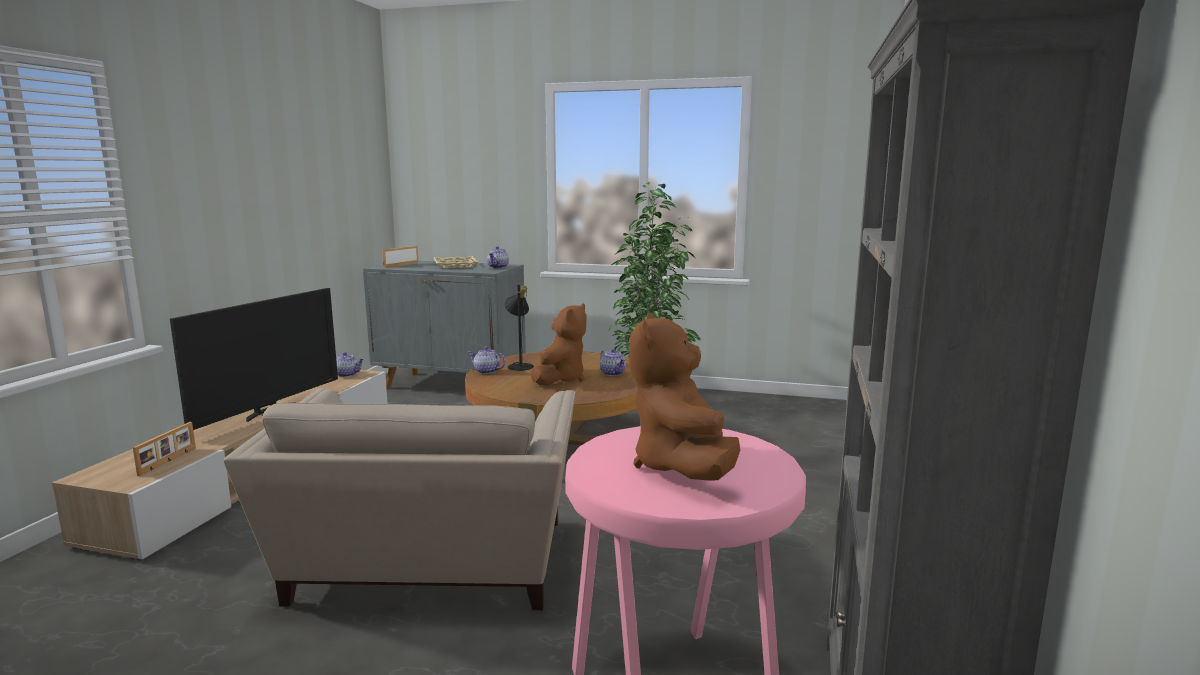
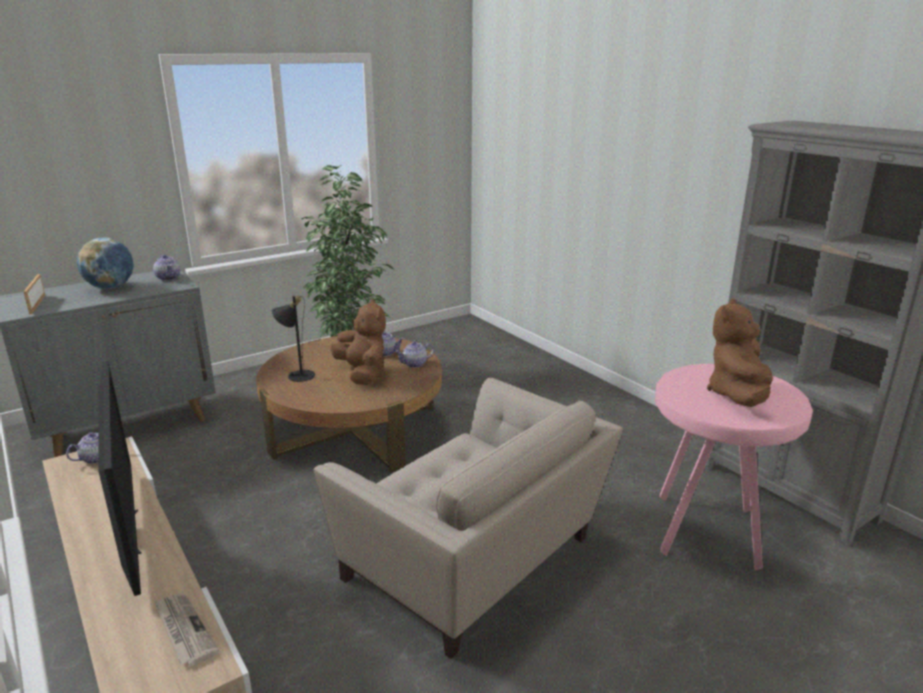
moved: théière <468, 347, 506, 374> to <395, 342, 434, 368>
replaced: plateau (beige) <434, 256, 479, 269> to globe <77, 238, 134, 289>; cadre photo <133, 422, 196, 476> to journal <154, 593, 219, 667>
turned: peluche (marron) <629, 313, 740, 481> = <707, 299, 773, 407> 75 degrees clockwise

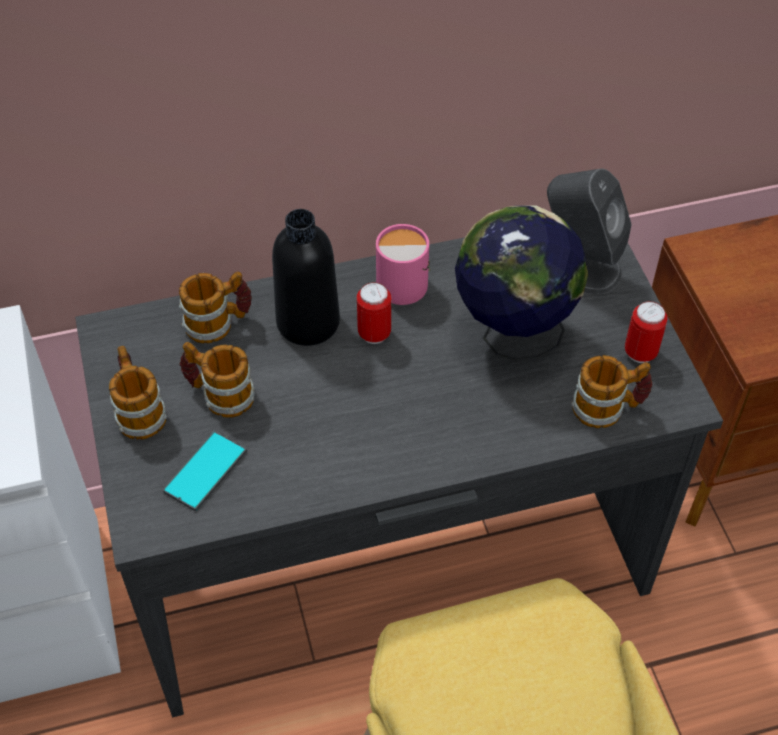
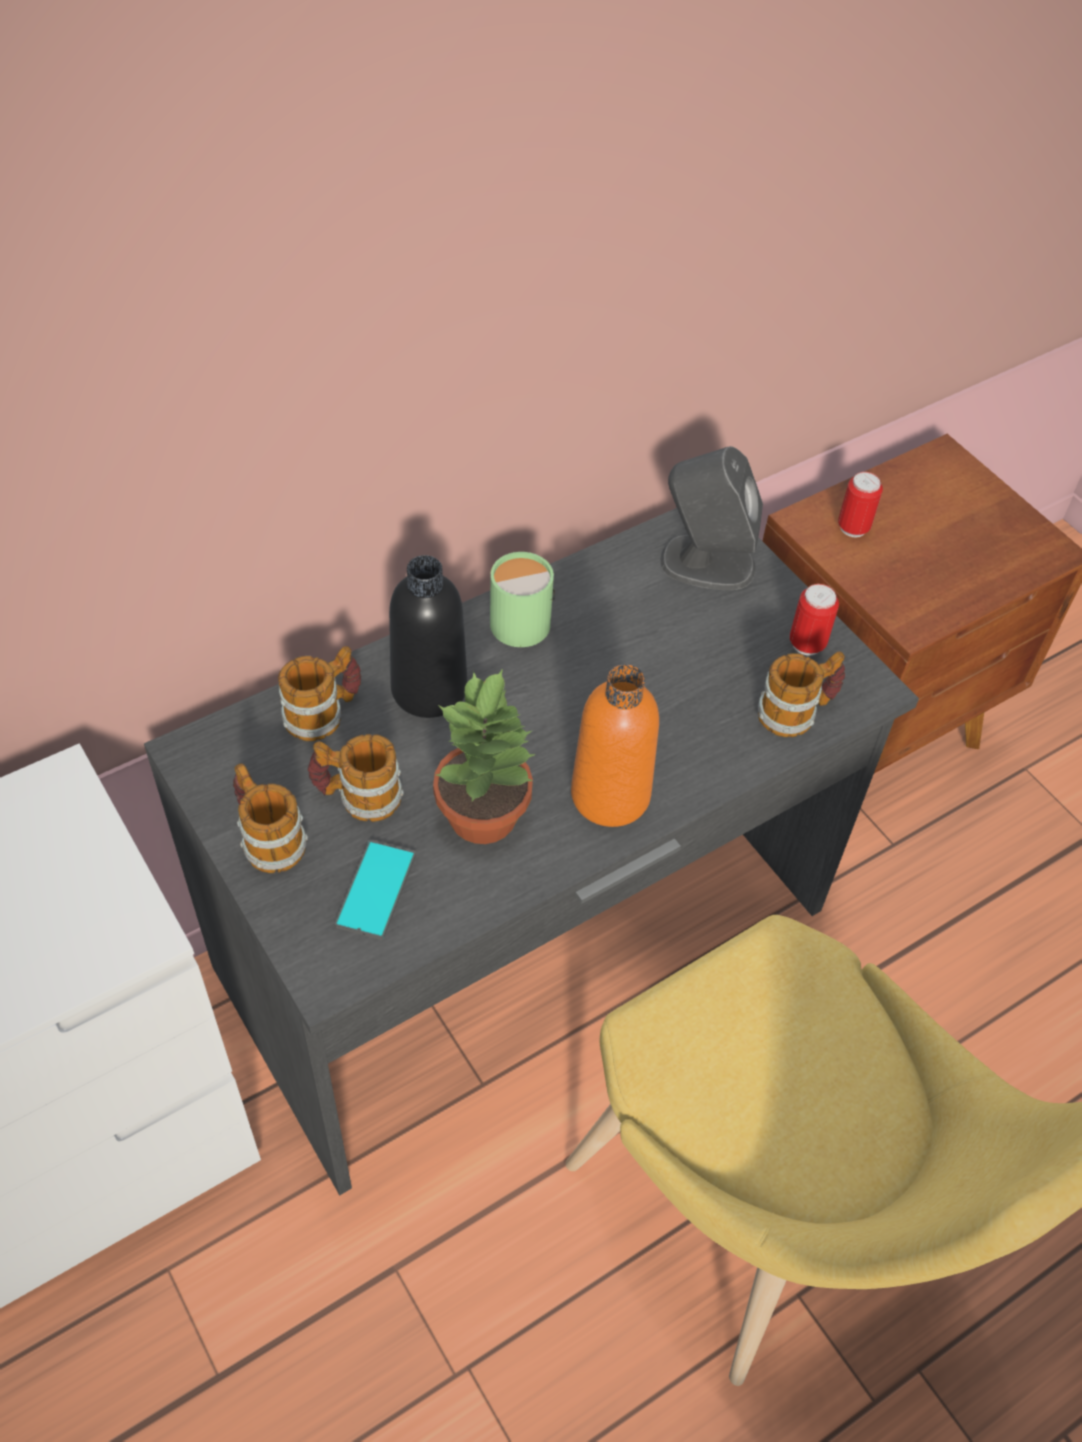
removed: globe <455, 206, 588, 361>
added: plante en pot <433, 668, 536, 844>; bouteille (orange) <571, 664, 659, 827>
moved: boîte métallique <357, 282, 391, 344> to <838, 472, 883, 537>
recoloured: mug (rose) <376, 224, 430, 305> to mug (vert) <490, 552, 555, 647>

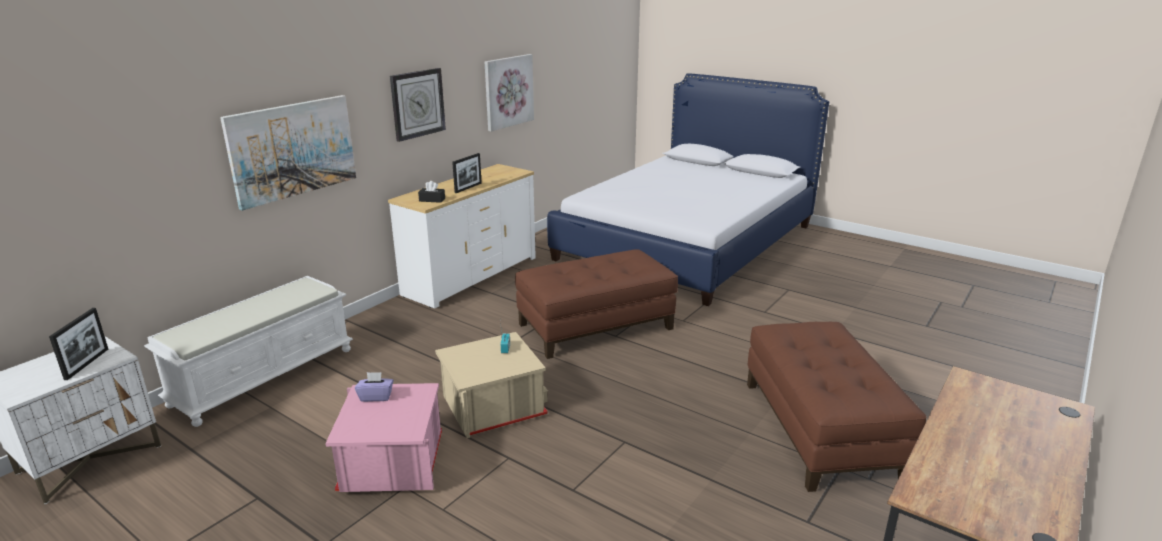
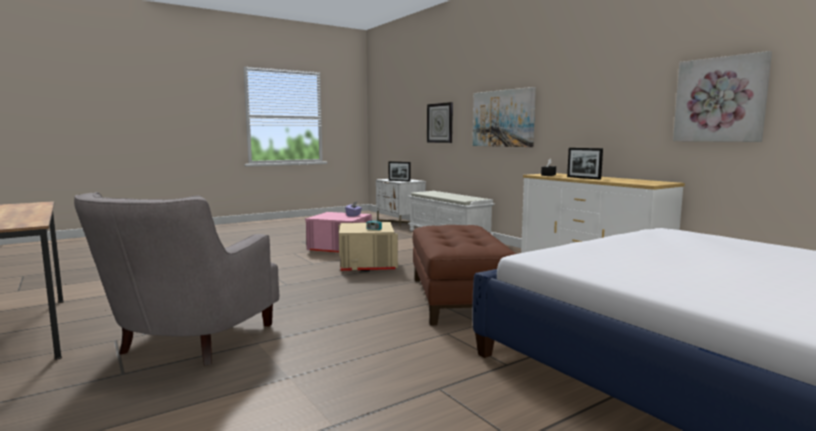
moved: horloge murale <390, 68, 446, 142> to <427, 102, 453, 143>
replaced: pouf (marron) <747, 322, 927, 492> to fauteuil (gris) <74, 192, 279, 365>

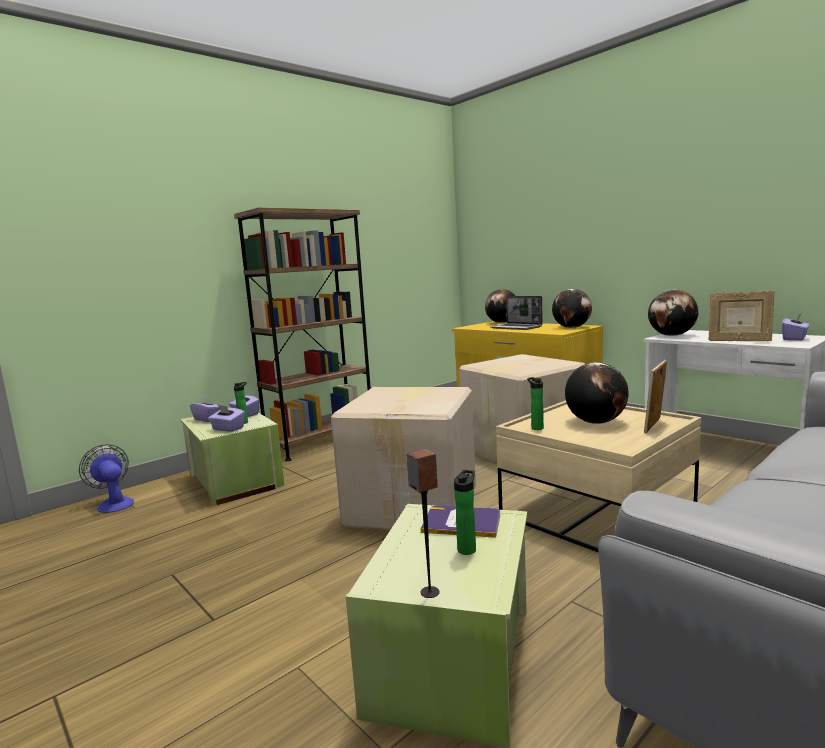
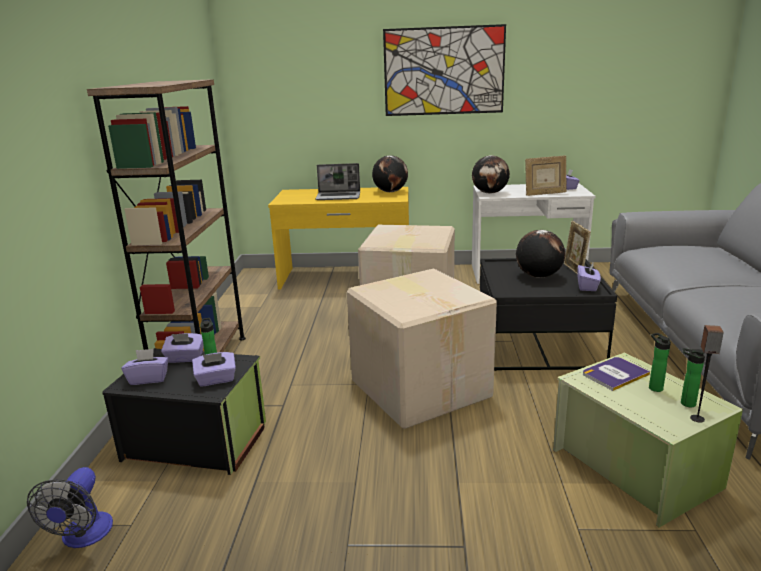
removed: globe <485, 289, 515, 323>
added: tableau <383, 24, 506, 116>; boîte à mouchoirs (violet) <577, 263, 601, 291>
moved: bouteille <527, 377, 544, 430> to <681, 348, 705, 407>
recoloured: boîte de rangement (vert) <180, 412, 284, 506> to boîte de rangement (noir) <102, 348, 266, 475>; table basse (beige) <496, 400, 701, 552> to table basse (noir) <480, 258, 617, 371>
turned: ventilateur <79, 444, 134, 513> = <27, 467, 113, 548> 90 degrees counterclockwise

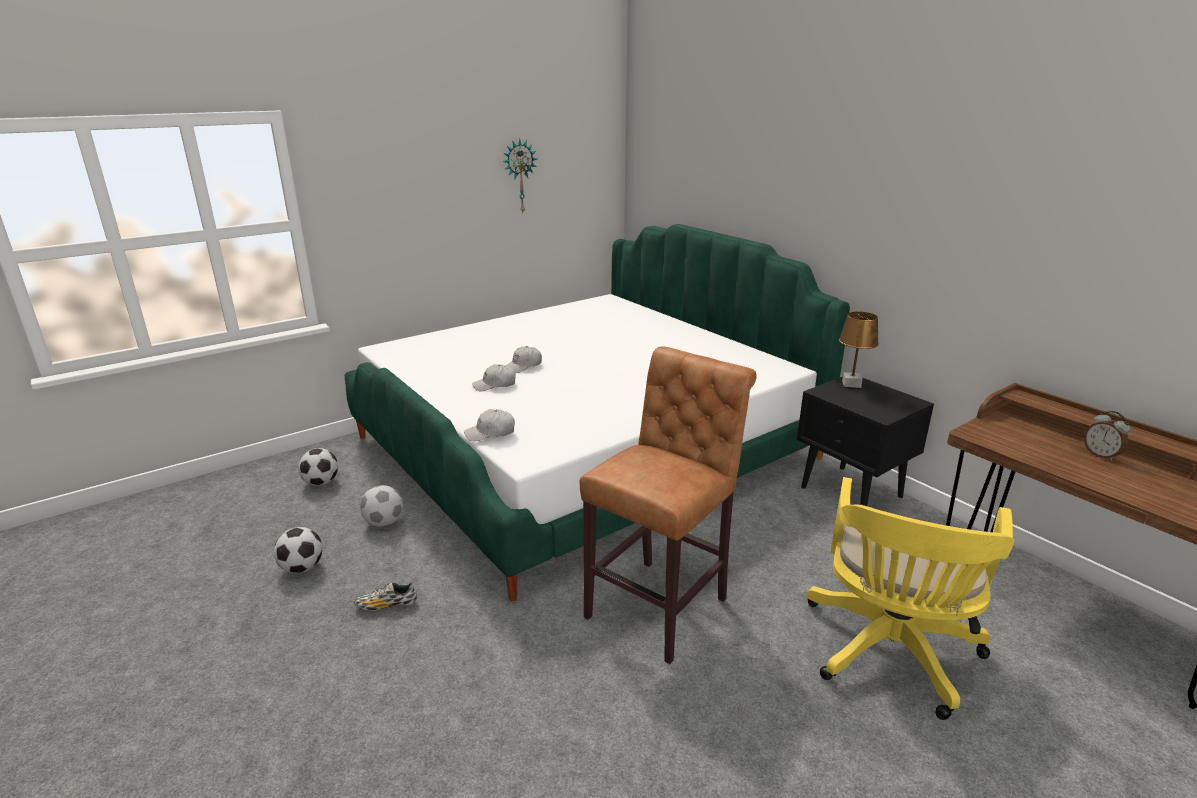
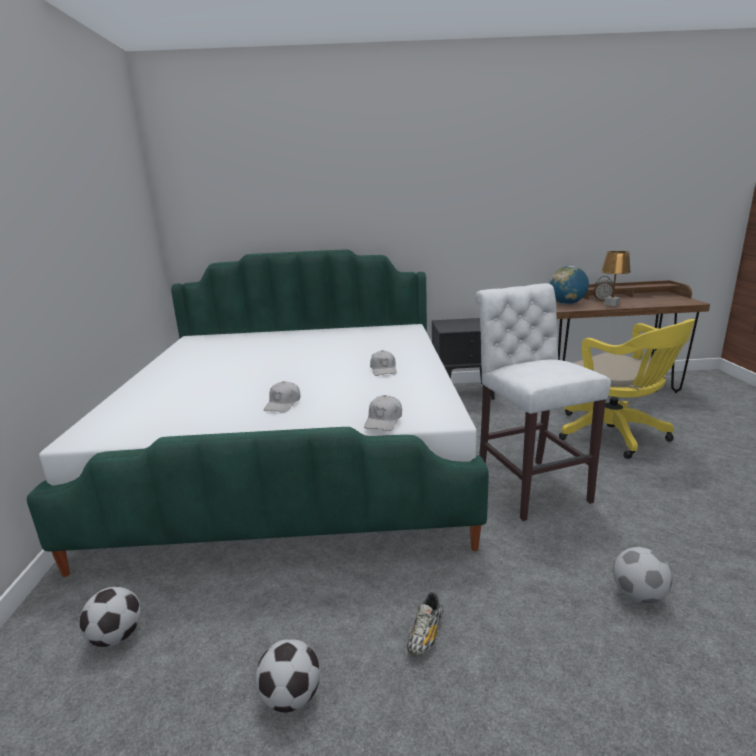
removed: horloge murale <503, 139, 537, 213>
added: globe <549, 266, 589, 304>
moved: casquette (blanc) <505, 346, 542, 373> to <370, 350, 397, 376>; lampe de table (marron) <839, 312, 879, 388> to <601, 251, 631, 306>; ballon de foot <360, 485, 403, 527> to <613, 547, 672, 603>
recoloured: tabouret (marron) <580, 346, 757, 664> to tabouret (blanc) <475, 283, 611, 521>

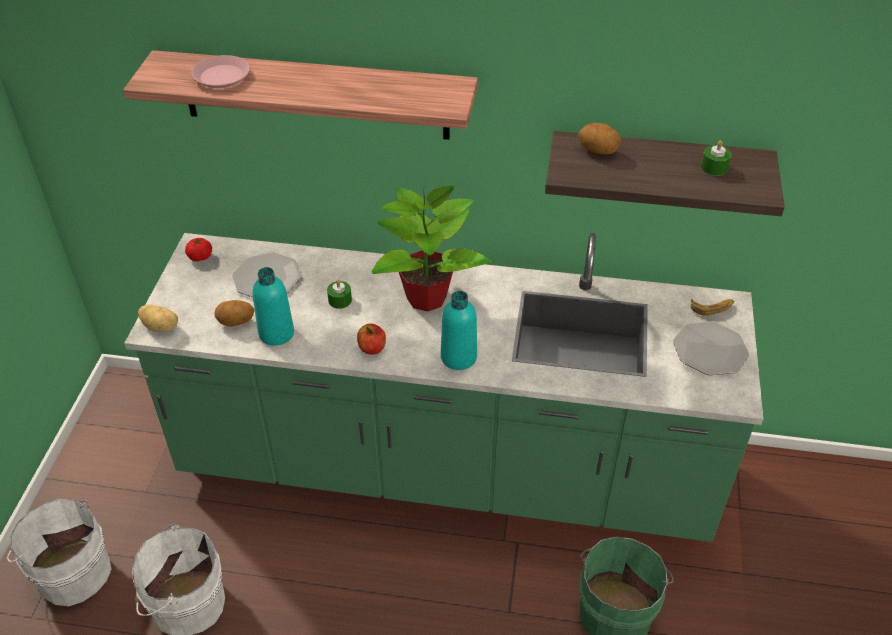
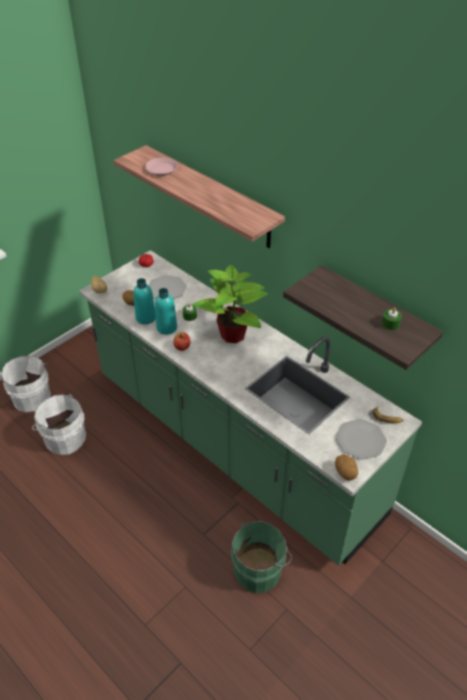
moved: bouteille (turquoise) <441, 291, 477, 370> to <155, 288, 177, 335>; pomme de terre <578, 123, 621, 154> to <335, 455, 358, 481>

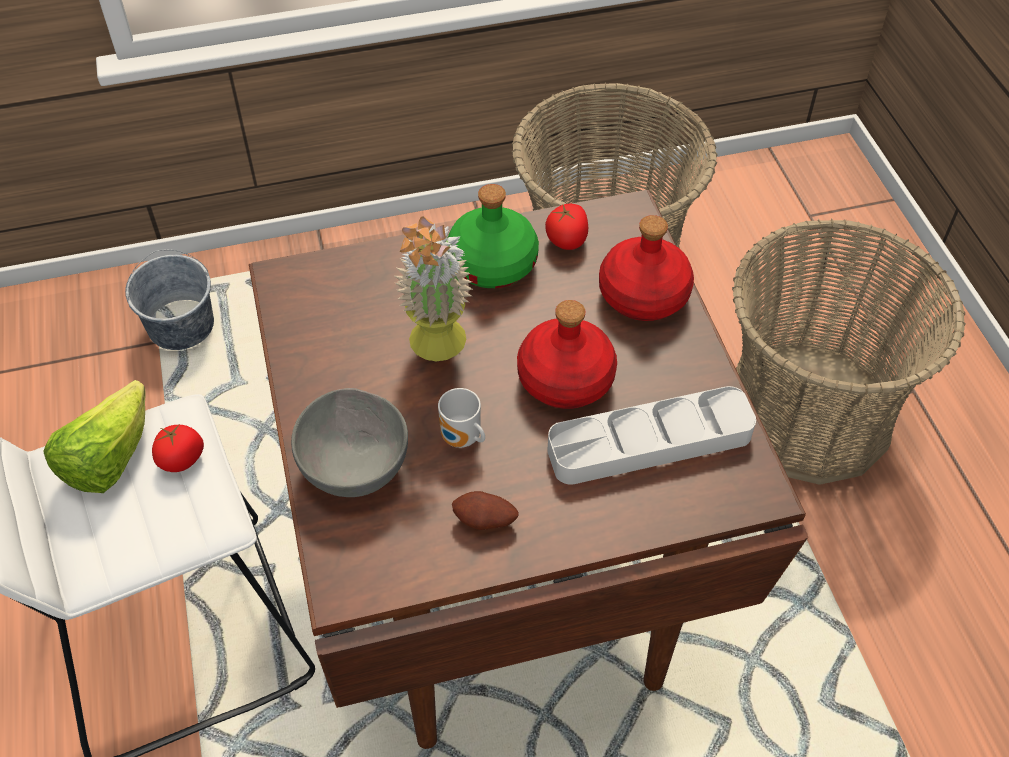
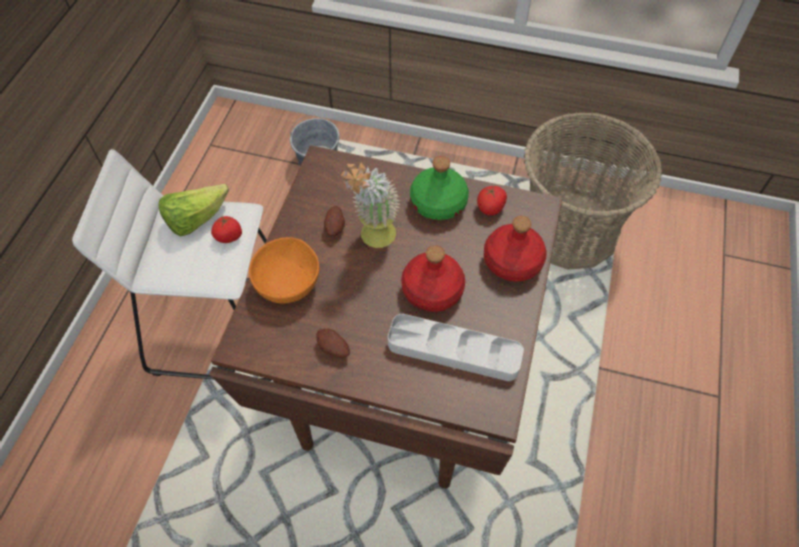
removed: mug <438, 388, 485, 448>; panier <732, 219, 966, 485>
added: pomme de terre <324, 206, 345, 236>
recoloured: bol (gris) <291, 388, 408, 497> to bol (orange) <249, 237, 319, 303>

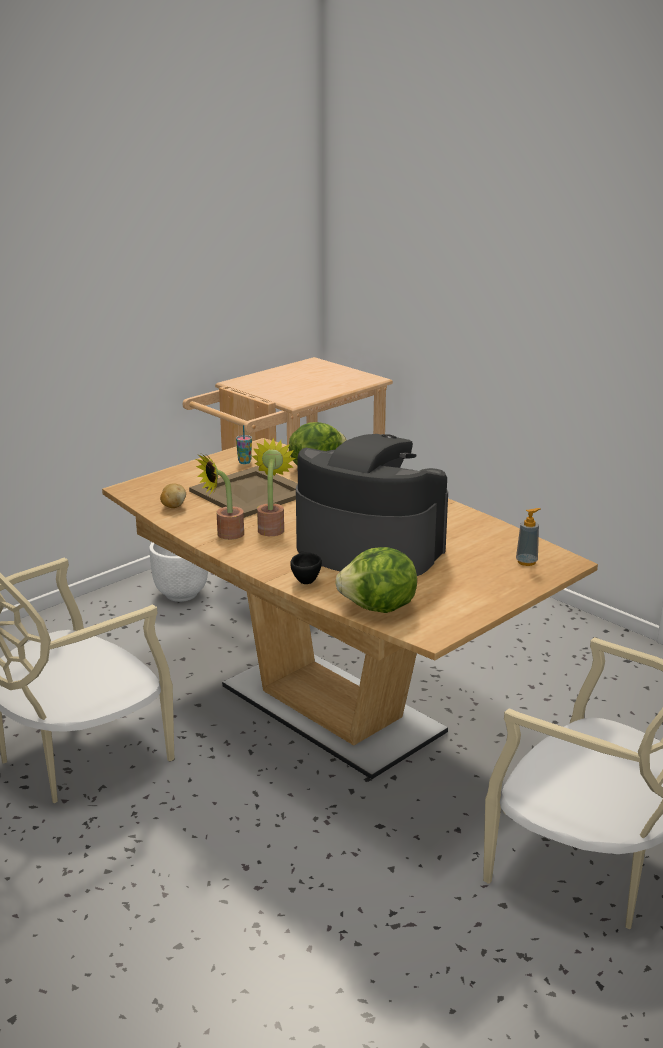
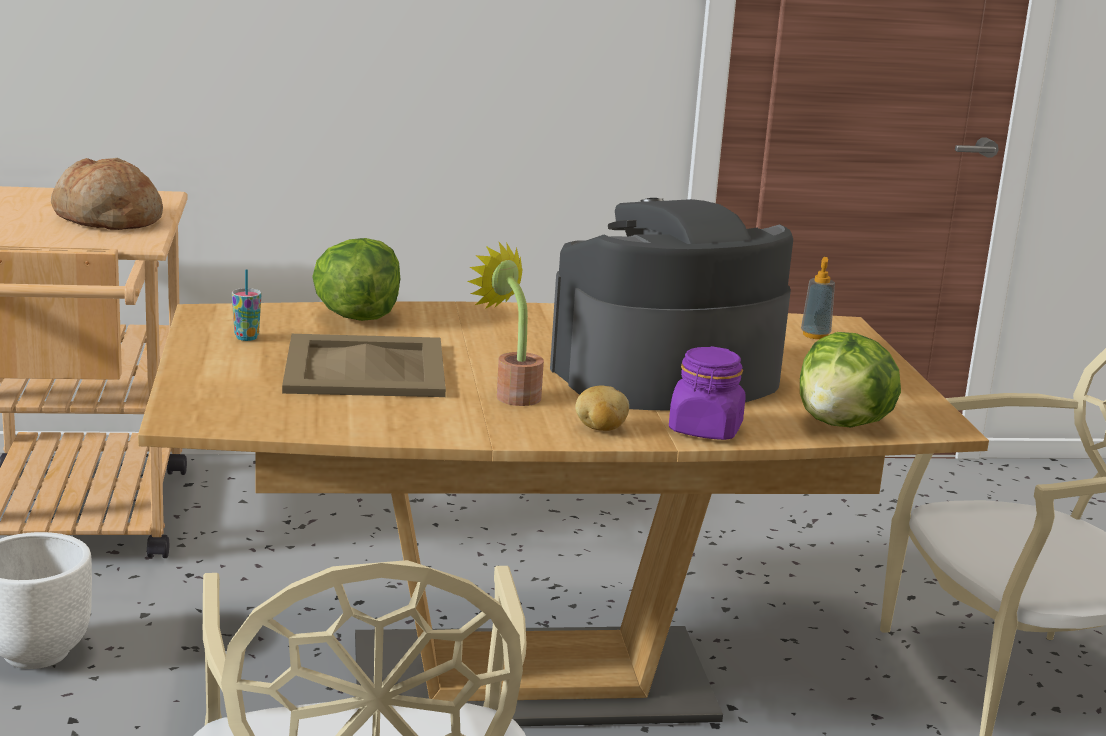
removed: plante en pot <195, 454, 244, 540>
added: pain <51, 158, 163, 230>
moved: pomme de terre <160, 483, 186, 508> to <575, 386, 629, 431>
replaced: tasse (noir) <290, 551, 322, 584> to bocal (violet) <669, 346, 746, 440>

